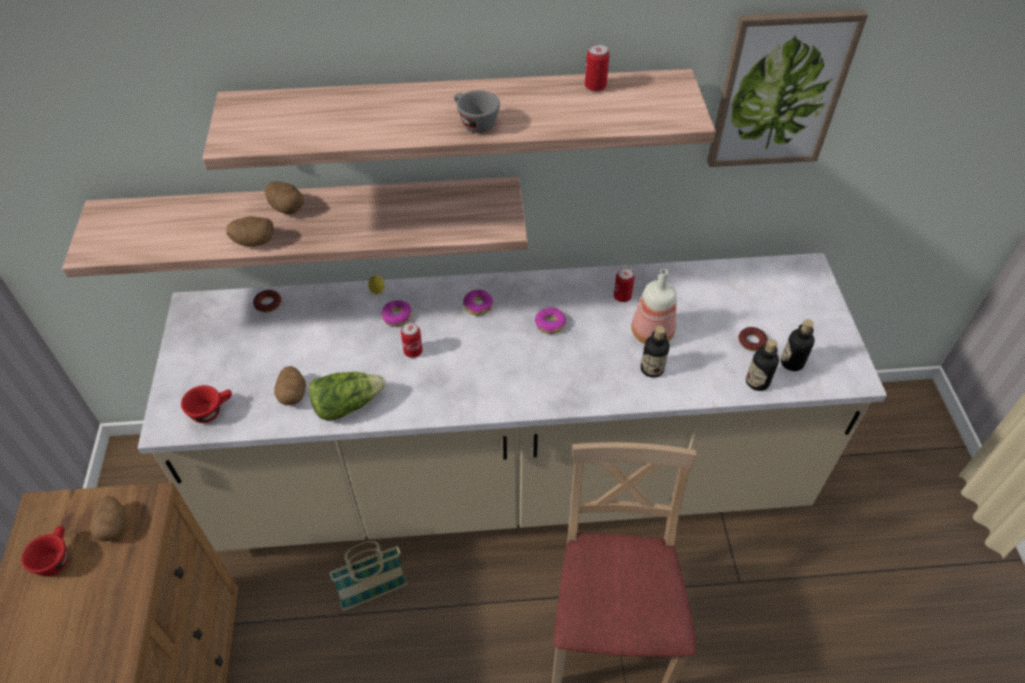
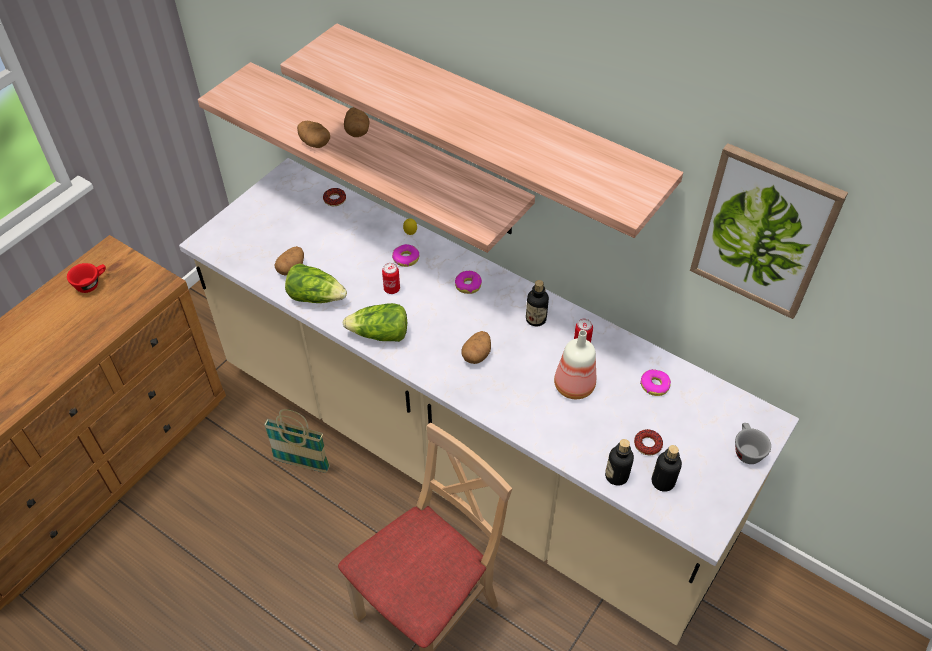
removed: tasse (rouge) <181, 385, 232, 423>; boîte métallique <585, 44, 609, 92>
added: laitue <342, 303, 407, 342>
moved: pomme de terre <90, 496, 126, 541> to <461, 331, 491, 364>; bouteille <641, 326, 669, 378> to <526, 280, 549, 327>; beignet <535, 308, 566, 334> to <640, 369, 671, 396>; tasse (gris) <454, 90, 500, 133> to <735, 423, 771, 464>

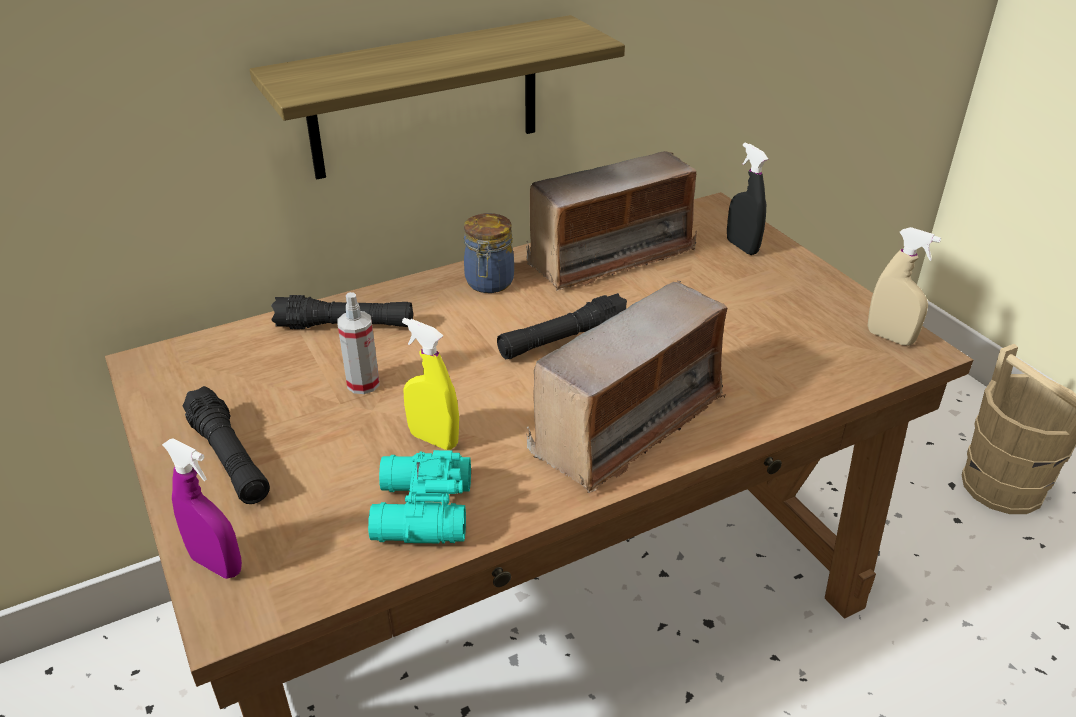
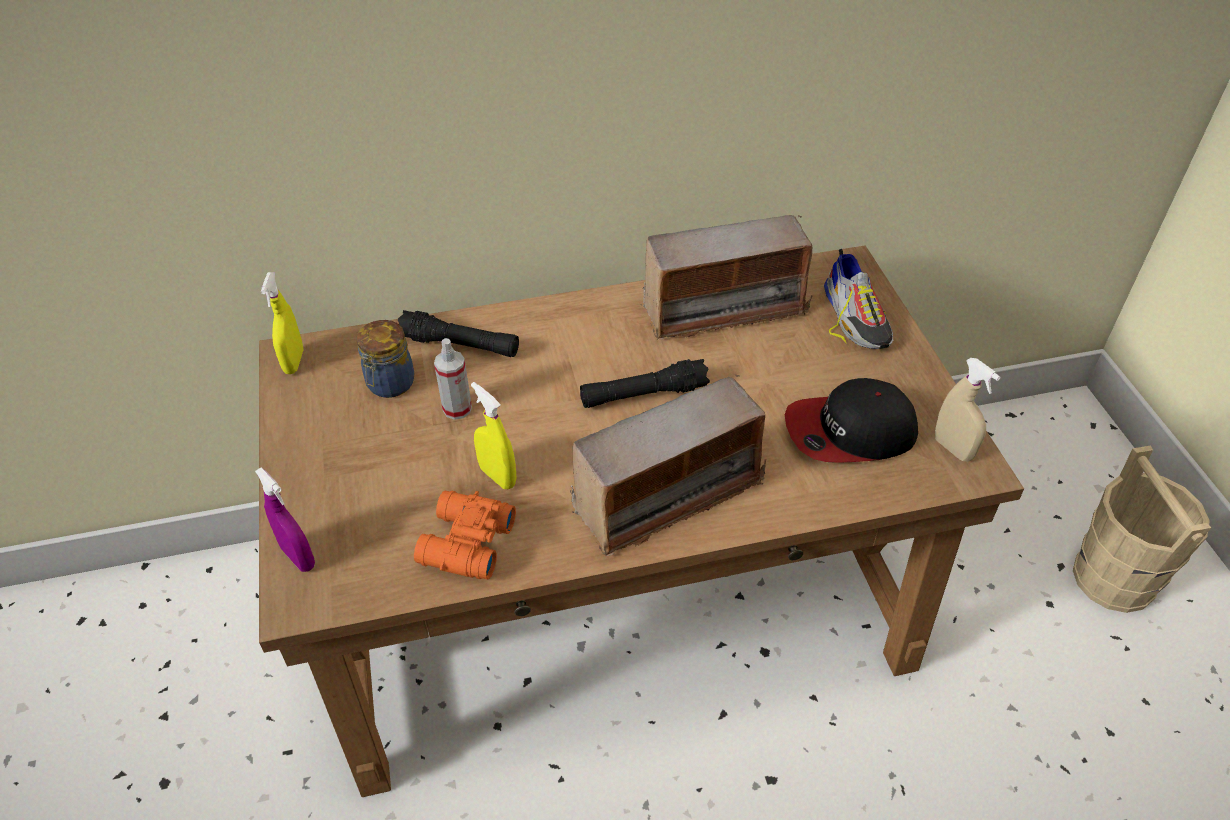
removed: lampe de poche (noir) <183, 386, 270, 504>; étagère <250, 15, 625, 179>
added: vaporisateur (jaune) <261, 272, 304, 374>; casquette <785, 378, 918, 463>
moved: bocal <464, 213, 514, 293> to <356, 320, 414, 398>
replaced: vaporisateur (noir) <727, 142, 768, 255> to chaussure <824, 249, 893, 349>
recoloured: jumelles (turquoise) <368, 450, 471, 544> to jumelles (orange) <414, 491, 516, 580>

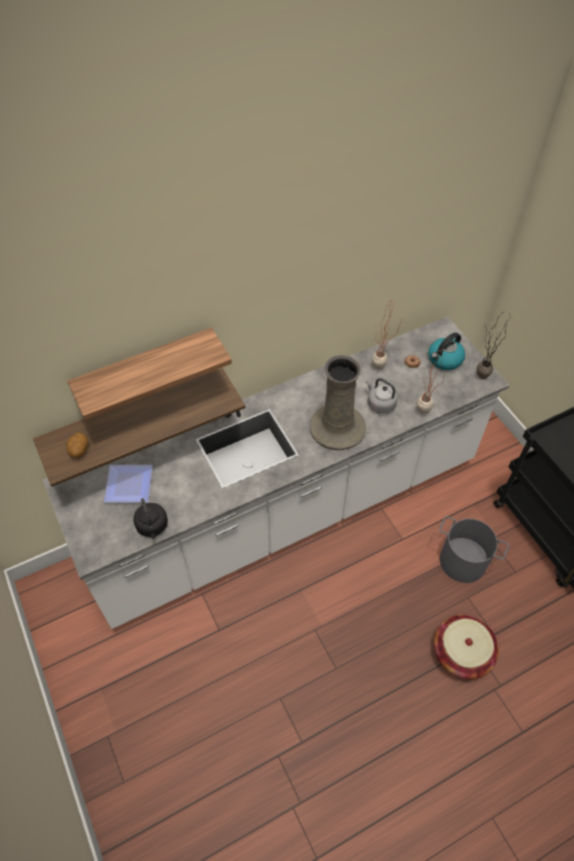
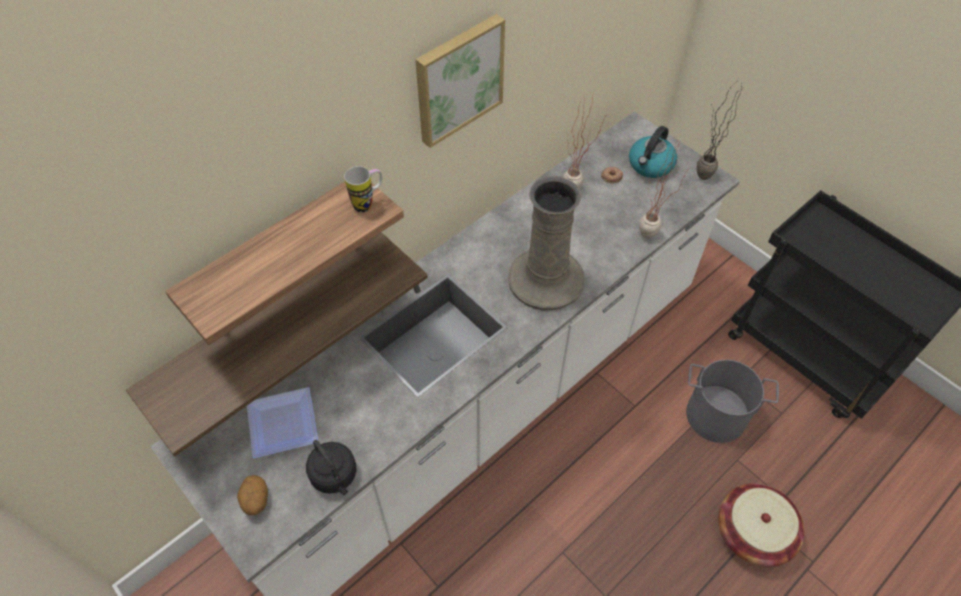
removed: bouilloire (gris) <366, 378, 398, 414>
added: mug <344, 166, 382, 213>; tableau <415, 14, 505, 148>
moved: pomme de terre <67, 432, 88, 458> to <237, 475, 268, 515>

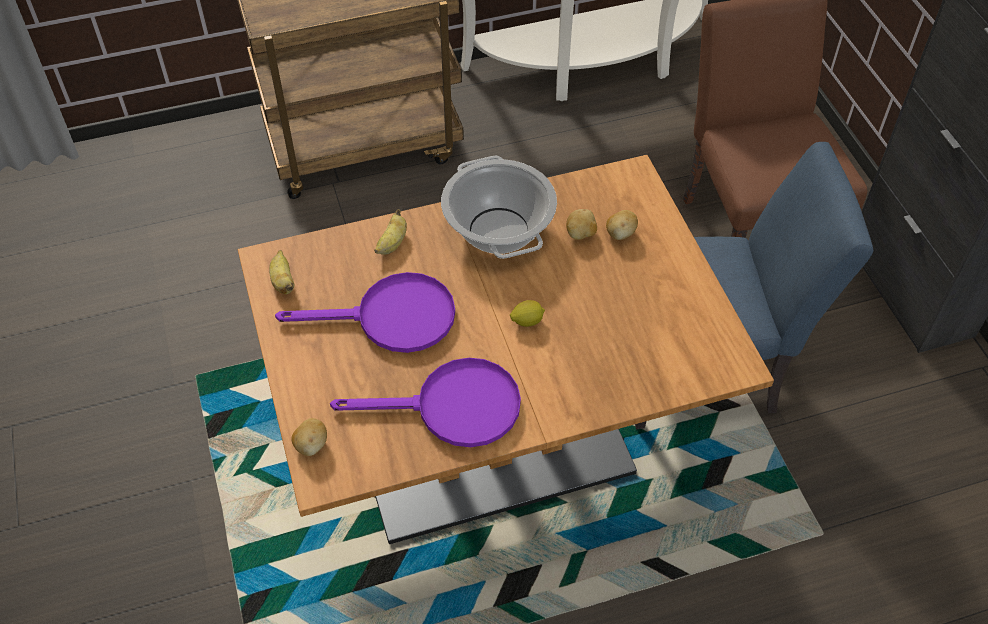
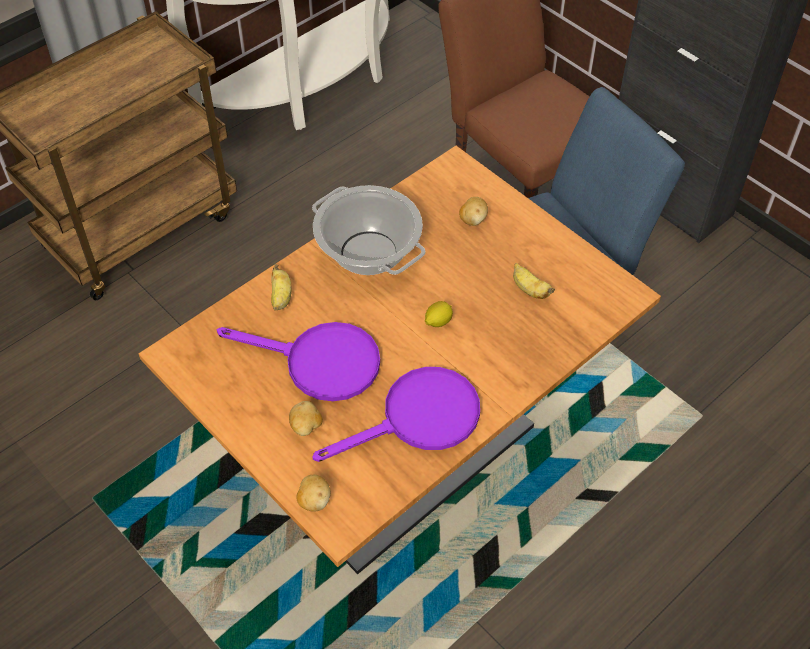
moved: pomme de terre <566, 209, 597, 240> to <289, 401, 323, 436>; banane <269, 250, 294, 294> to <513, 263, 555, 299>
turned: poêle (violet) <275, 272, 455, 353> = <217, 322, 380, 401> 45 degrees clockwise

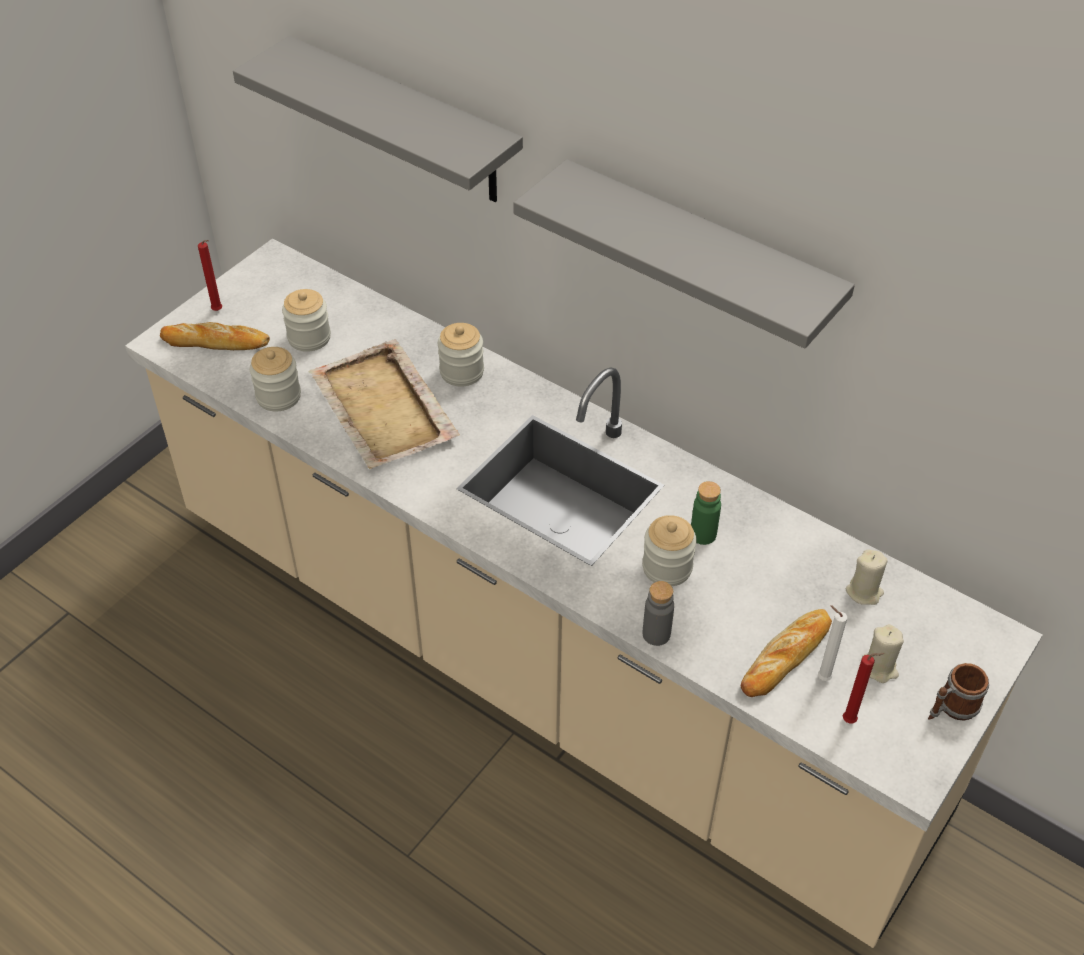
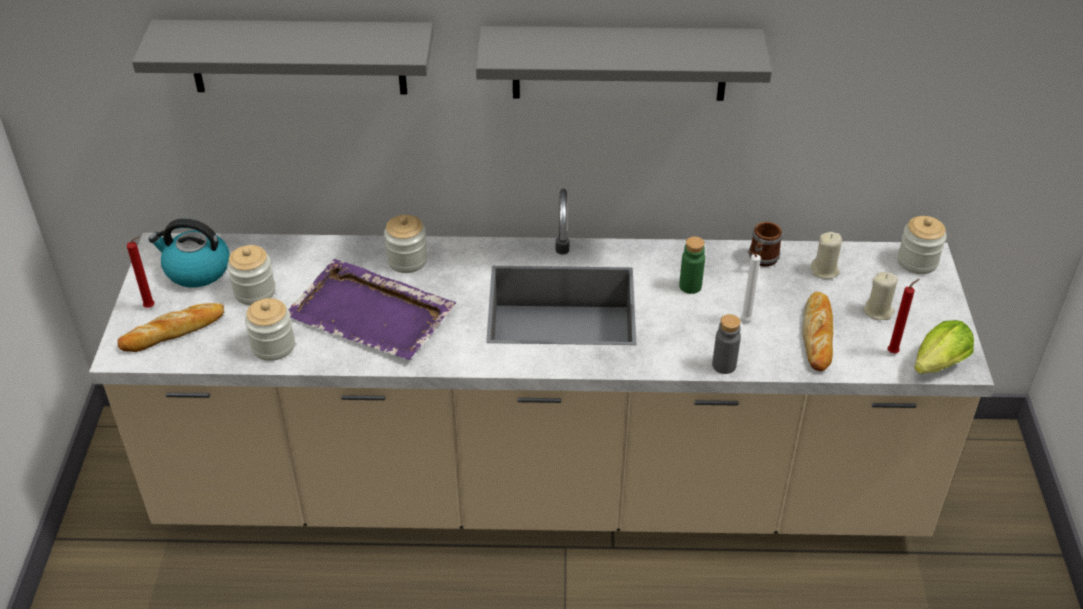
added: bouilloire <149, 219, 230, 287>; laitue <914, 320, 974, 374>
moved: bougie (blanc) <818, 605, 847, 681> to <741, 251, 761, 320>; mug <928, 663, 989, 721> to <749, 222, 783, 267>; bocal <642, 515, 697, 586> to <898, 216, 947, 274>
recoloured: plateau (beige) <308, 339, 460, 469> to plateau (violet) <288, 259, 456, 360>

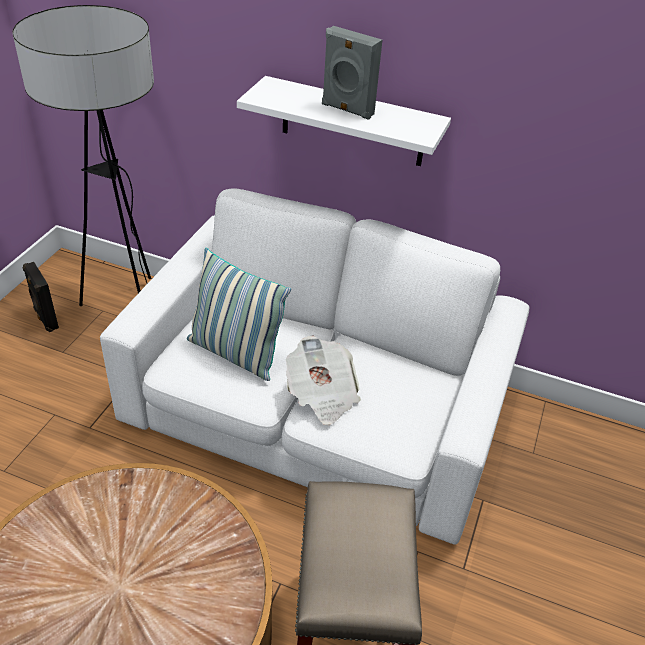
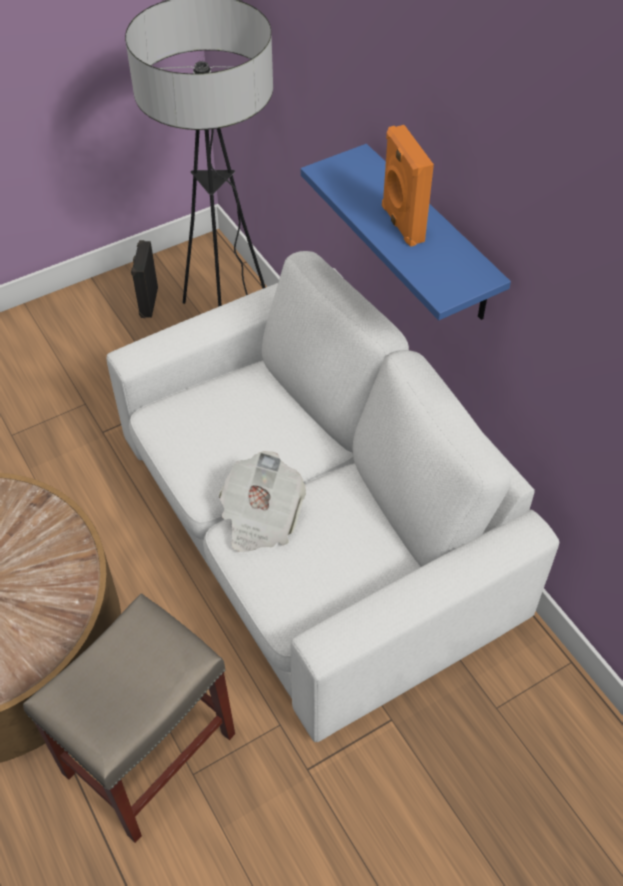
removed: coussin <187, 248, 291, 381>
recoloured: étagère (blanc) <237, 76, 451, 166> to étagère (bleu) <301, 144, 511, 320>; enceinte (gris) <322, 26, 382, 120> to enceinte (orange) <382, 125, 434, 247>

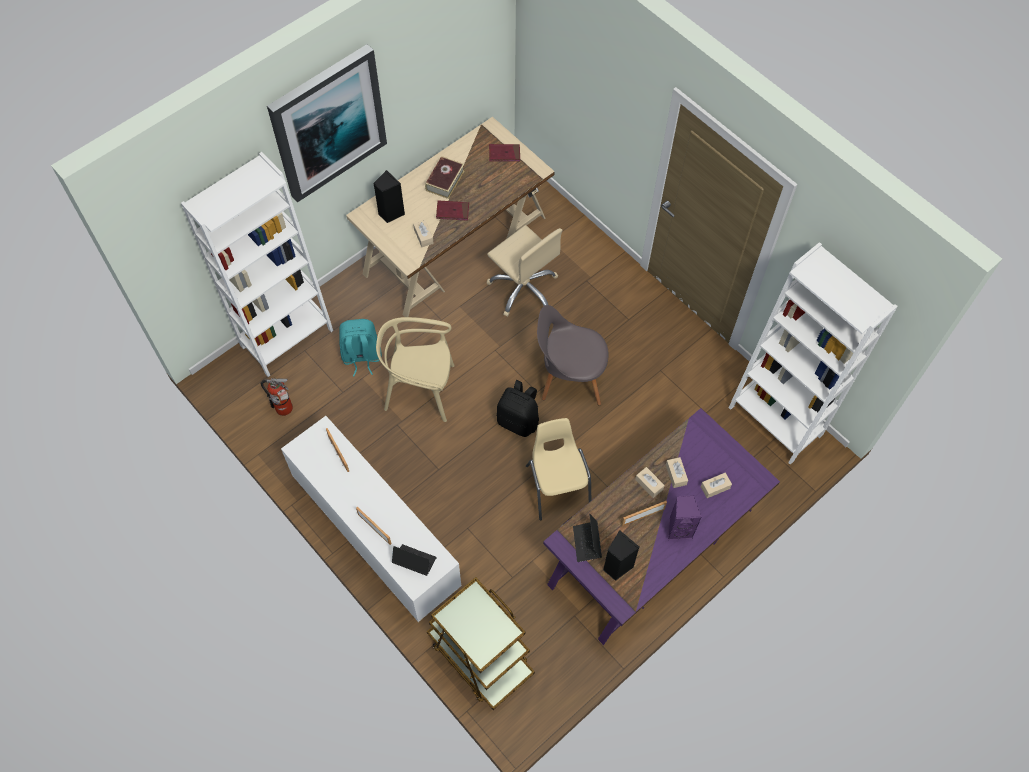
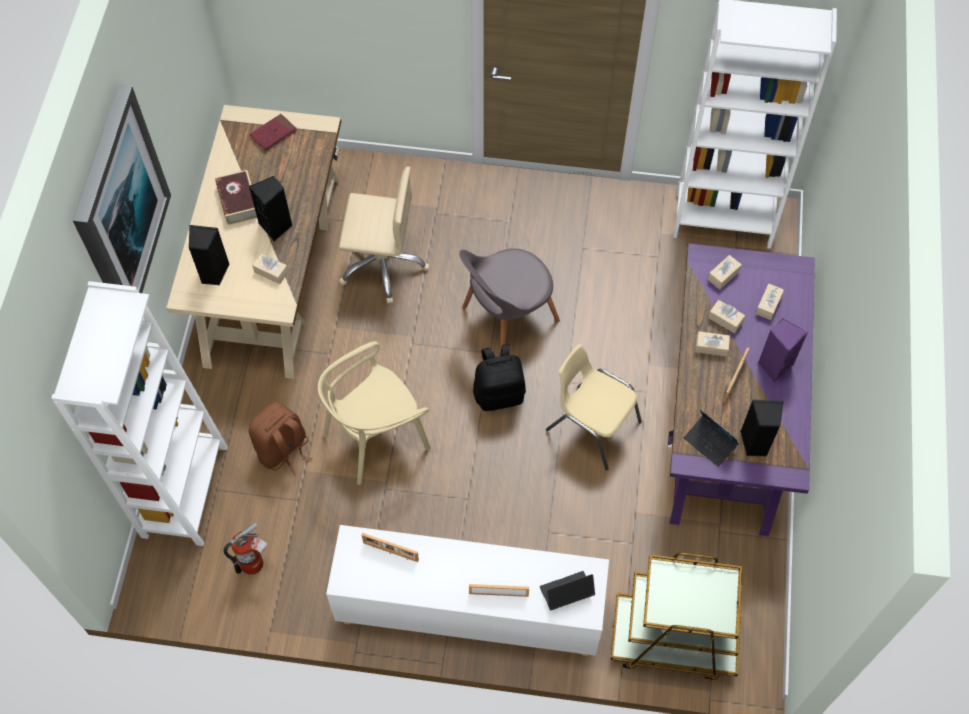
added: boîte à mouchoirs (beige) <708, 255, 742, 290>
replaced: livre (rouge) <436, 200, 469, 221> to enceinte (noir) <249, 176, 293, 241>
recoloured: sac à dos (turquoise) <339, 319, 382, 376> to sac à dos (marron) <249, 402, 313, 476>

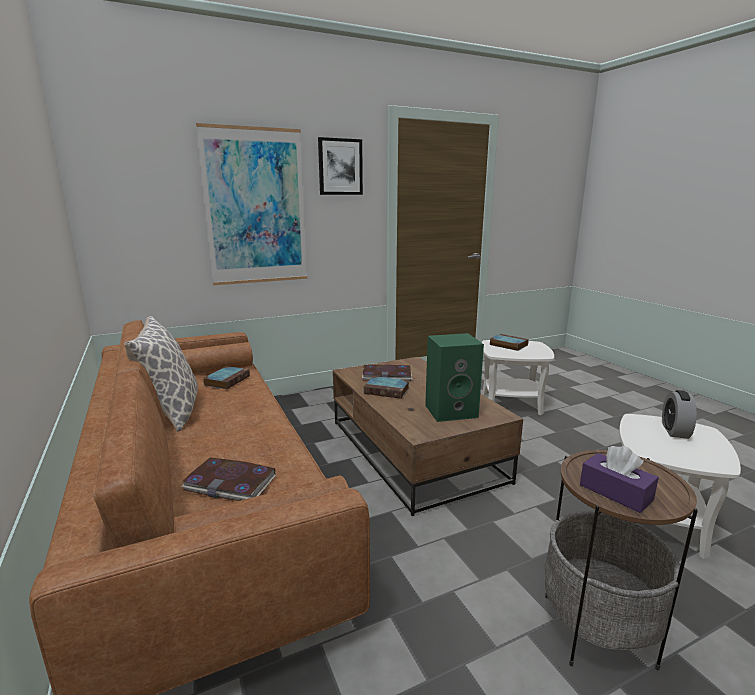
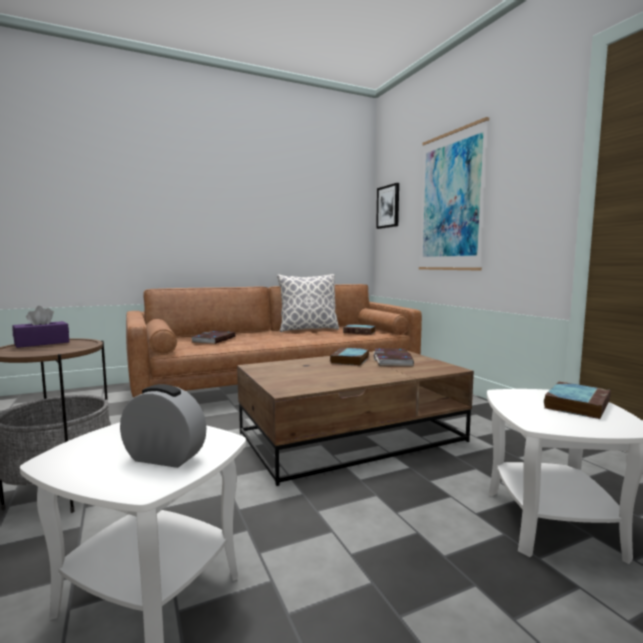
removed: enceinte (vert) <425, 333, 484, 422>
moved: tableau <318, 137, 363, 195> to <376, 183, 399, 229>

